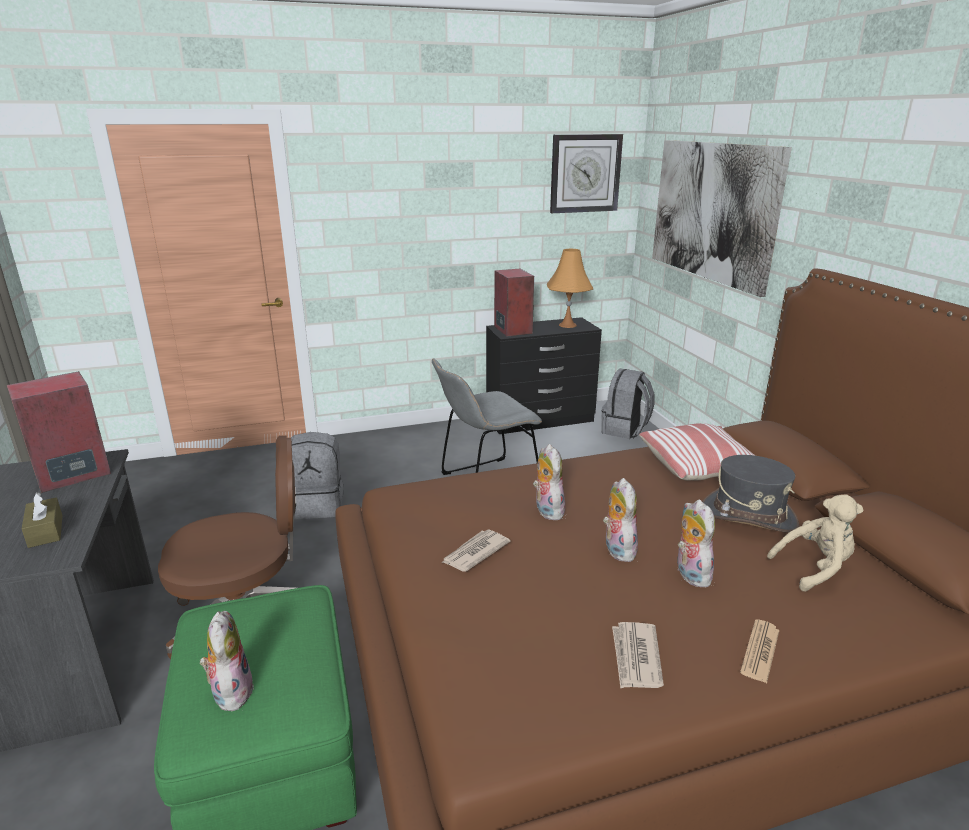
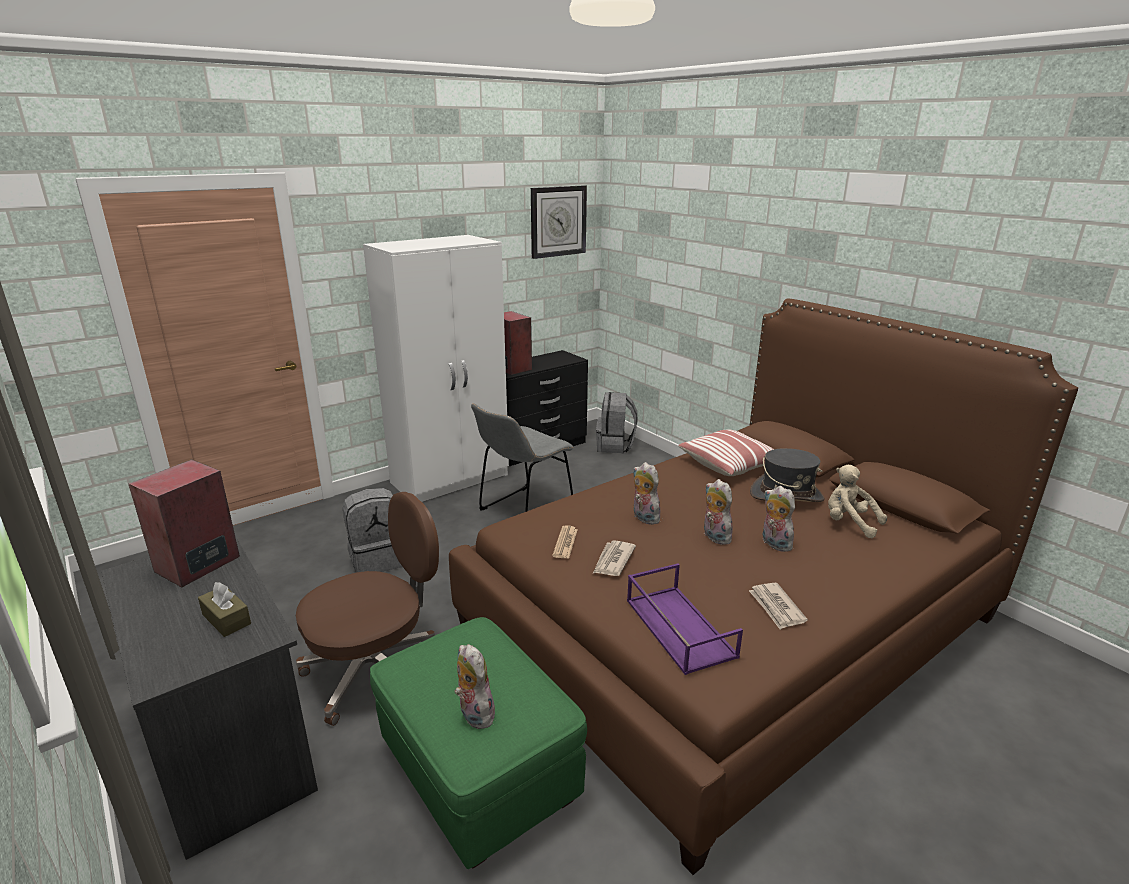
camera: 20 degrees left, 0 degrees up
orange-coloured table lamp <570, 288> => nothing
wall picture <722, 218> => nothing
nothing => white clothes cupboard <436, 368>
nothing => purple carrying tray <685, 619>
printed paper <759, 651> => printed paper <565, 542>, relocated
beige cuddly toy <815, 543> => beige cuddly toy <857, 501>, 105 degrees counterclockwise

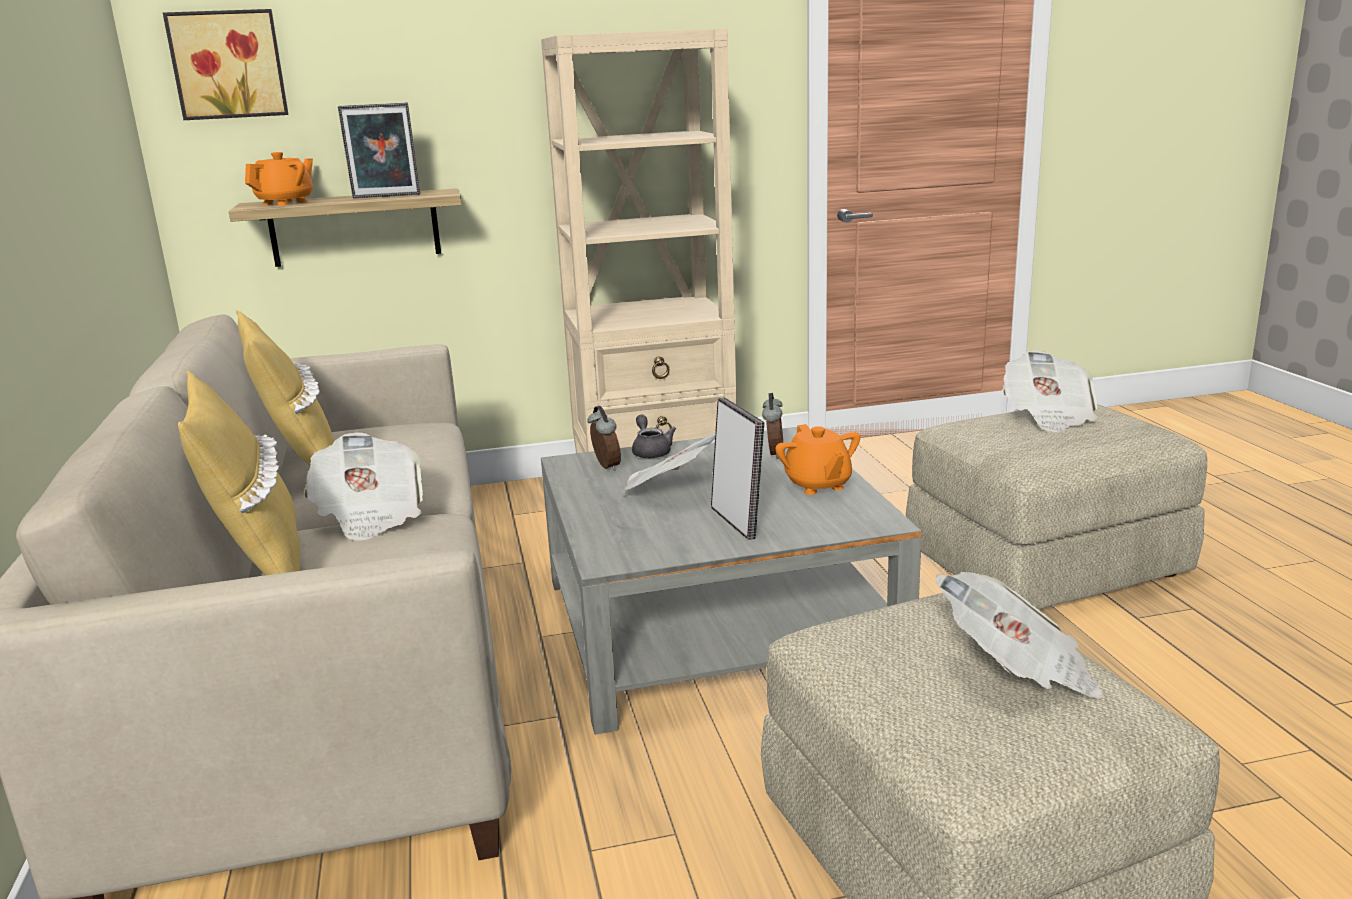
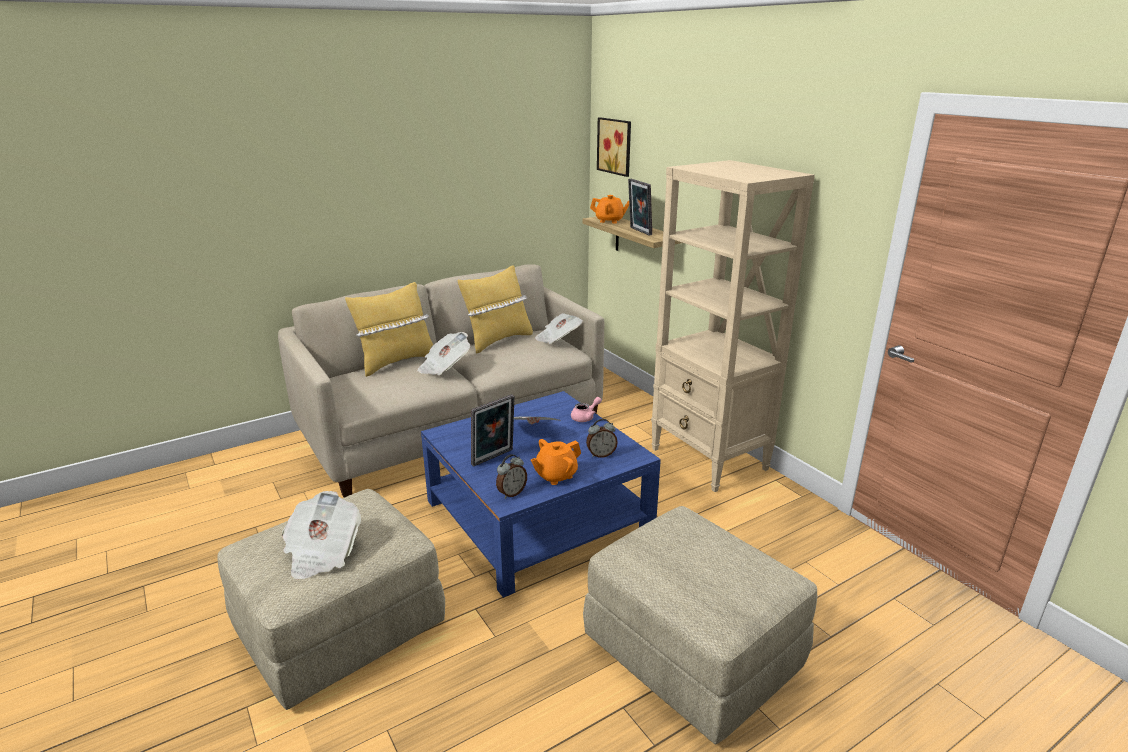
camera: 70 degrees right, 5 degrees up
bedside clock <604, 438> => bedside clock <511, 476>, relocated
printed paper <1049, 391> => printed paper <559, 328>, relocated
grey coffee table <731, 581> => blue-coloured coffee table <541, 494>
grey teapot <654, 436> => pinkish teapot <586, 409>

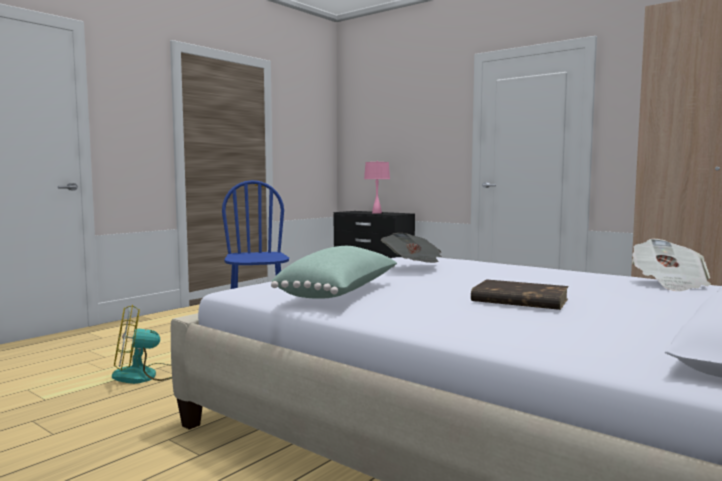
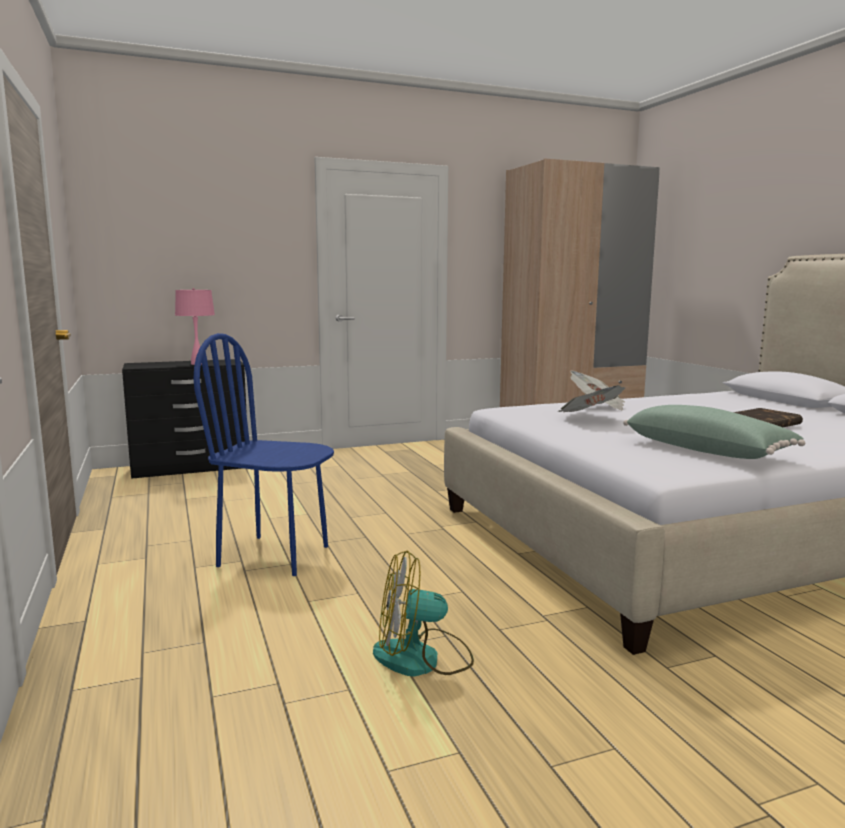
camera: 60 degrees left, 5 degrees up
printed paper <671, 265> => printed paper <597, 390>, relocated
cooling fan <142, 344> => cooling fan <423, 613>, 75 degrees clockwise

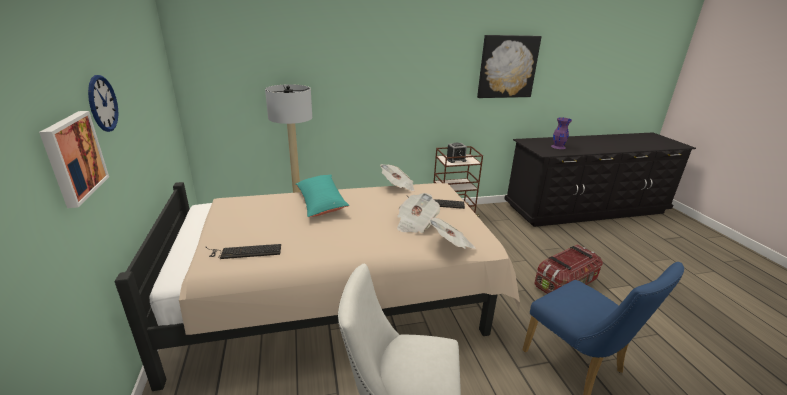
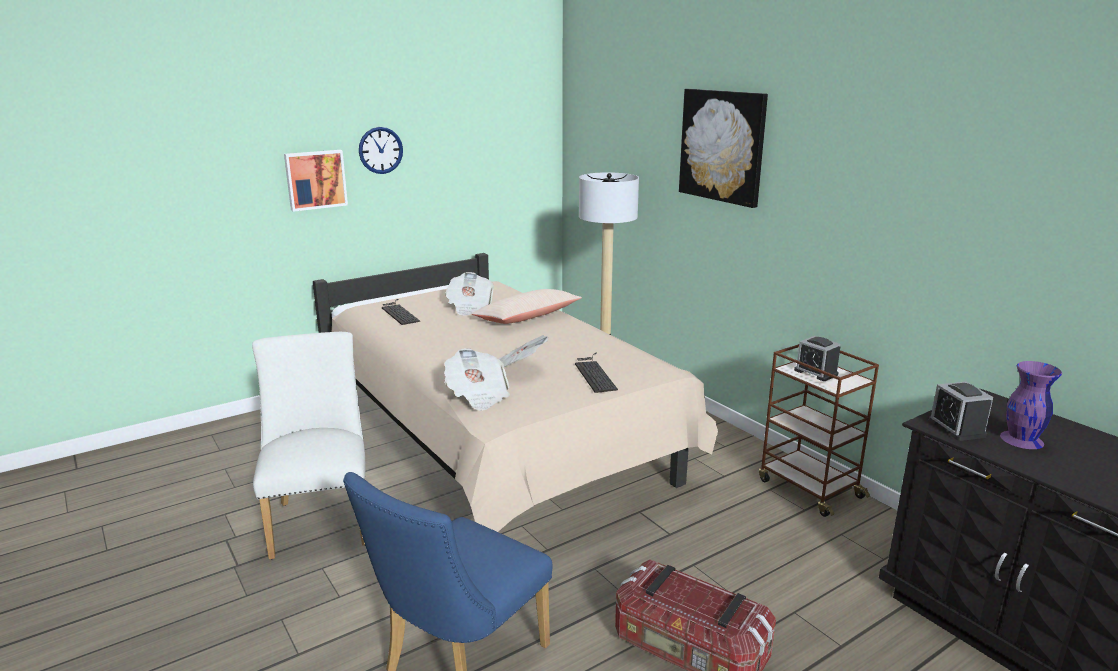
camera: 70 degrees right, 5 degrees down
nothing => bedside clock <961, 411>
printed paper <397, 177> => printed paper <469, 294>, relocated
wall picture <509, 66> => wall picture <723, 148>, relocated
turquoise cushion <322, 196> => beige cushion <527, 306>

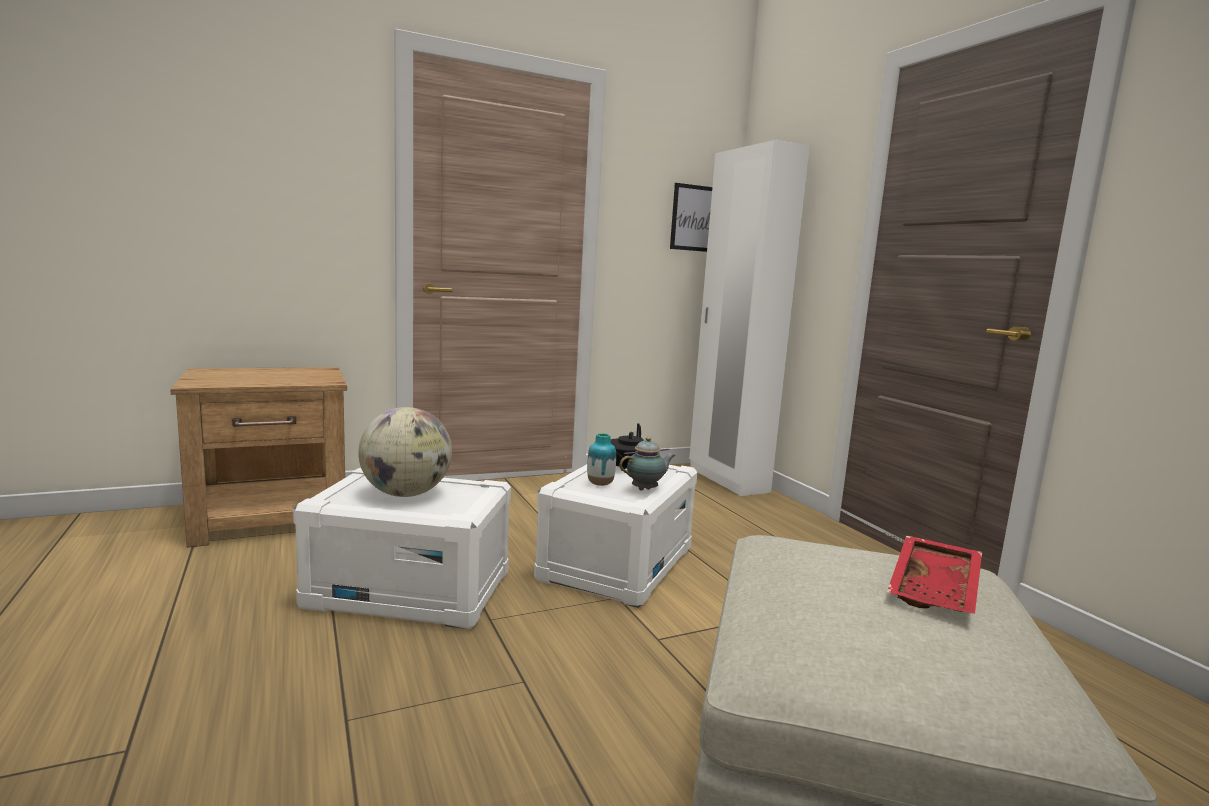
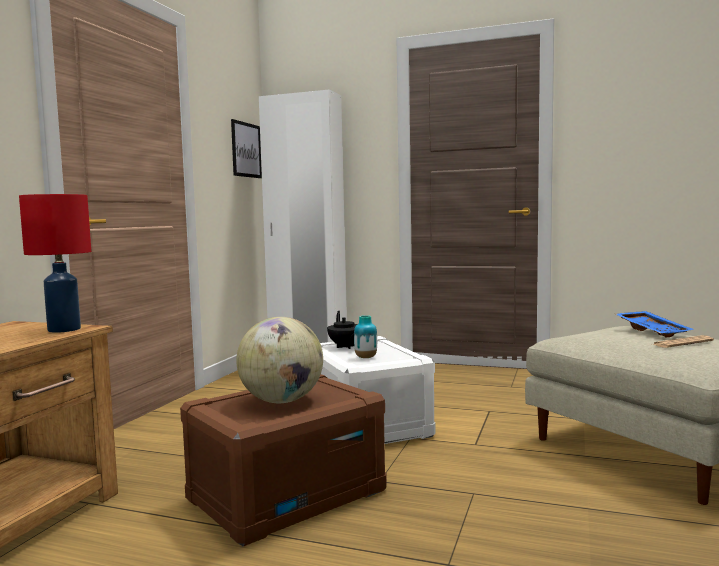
camera: 45 degrees left, 5 degrees down
teapot <647, 464> => nothing
nothing => red-coloured table lamp <55, 263>
nothing => printed paper <682, 341>
white storage bin <402, 548> => brown storage bin <283, 460>
red-coloured carrying tray <934, 575> => blue-coloured carrying tray <654, 324>

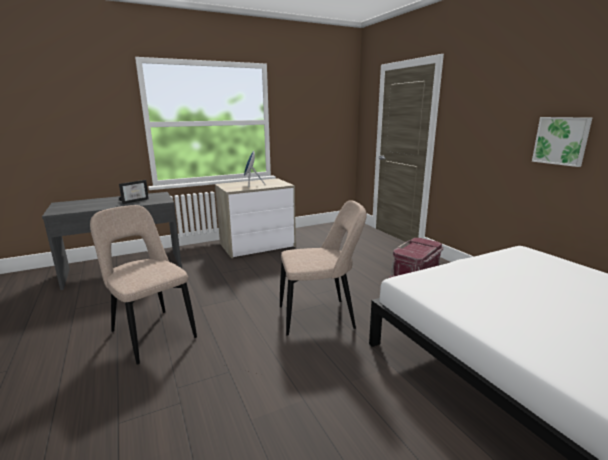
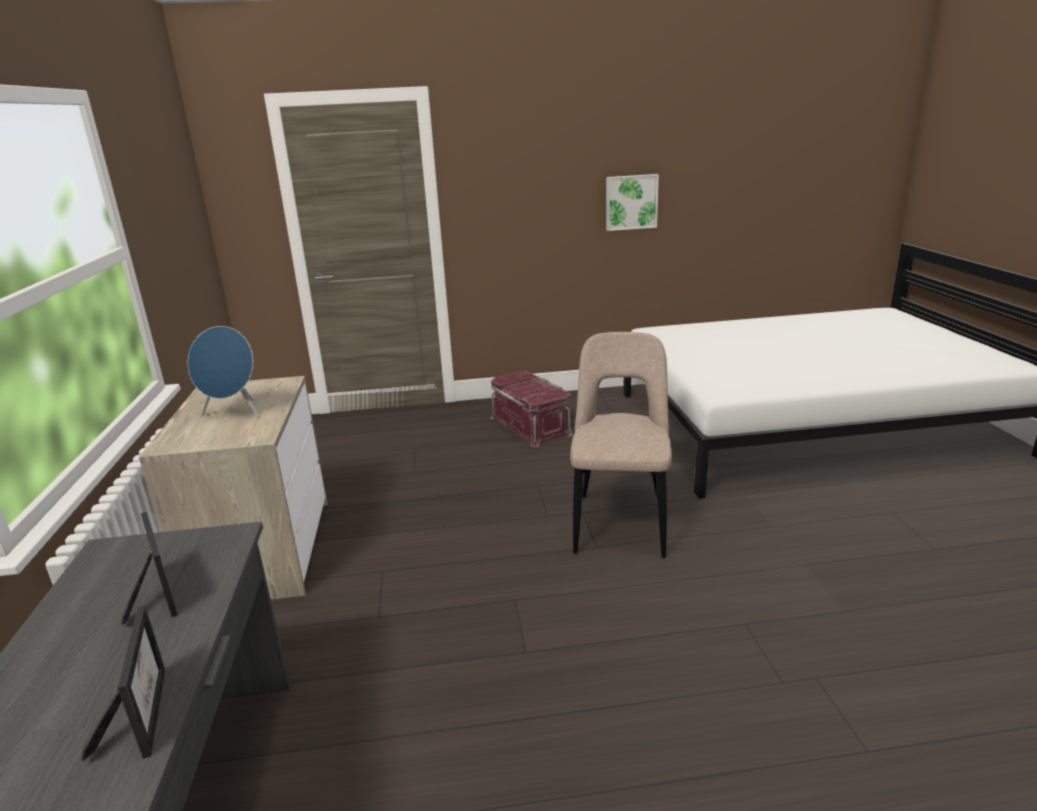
camera: 70 degrees left, 5 degrees up
beige upright chair <143, 285> => nothing
nothing => picture frame <123, 683>

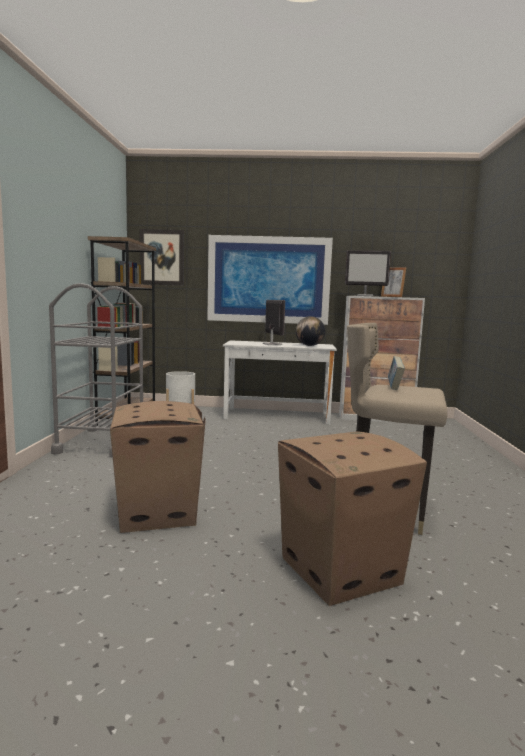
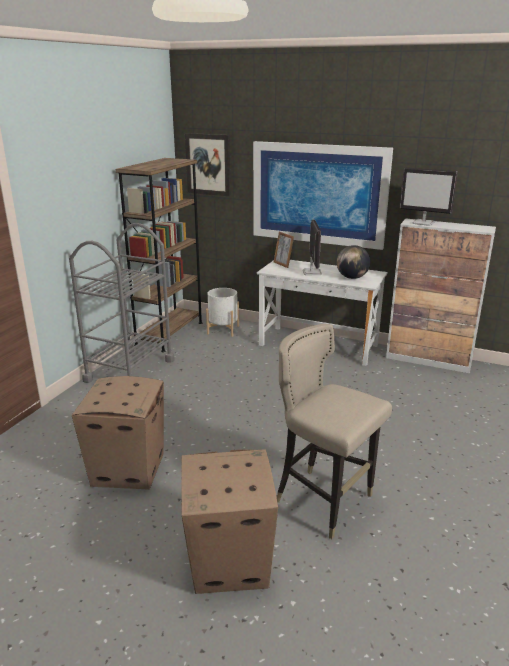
camera: 20 degrees right, 15 degrees up
book <396, 373> => nothing
picture frame <393, 282> => picture frame <284, 250>, relocated

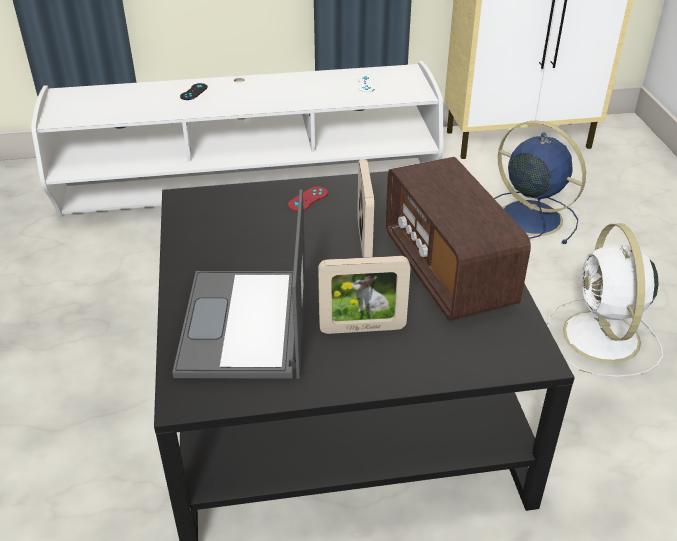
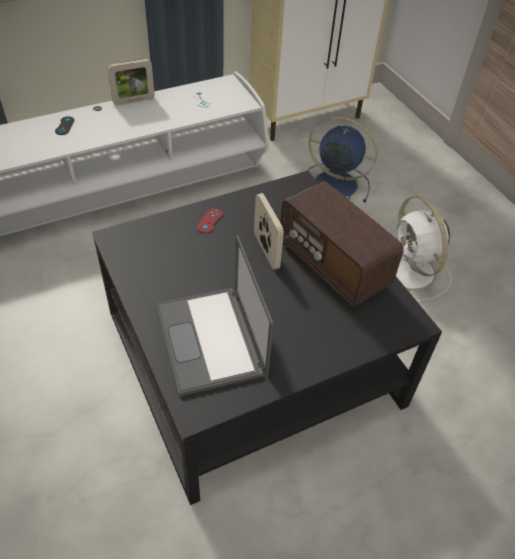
camera: 20 degrees left, 10 degrees up
picture frame <364, 295> => picture frame <131, 82>, relocated

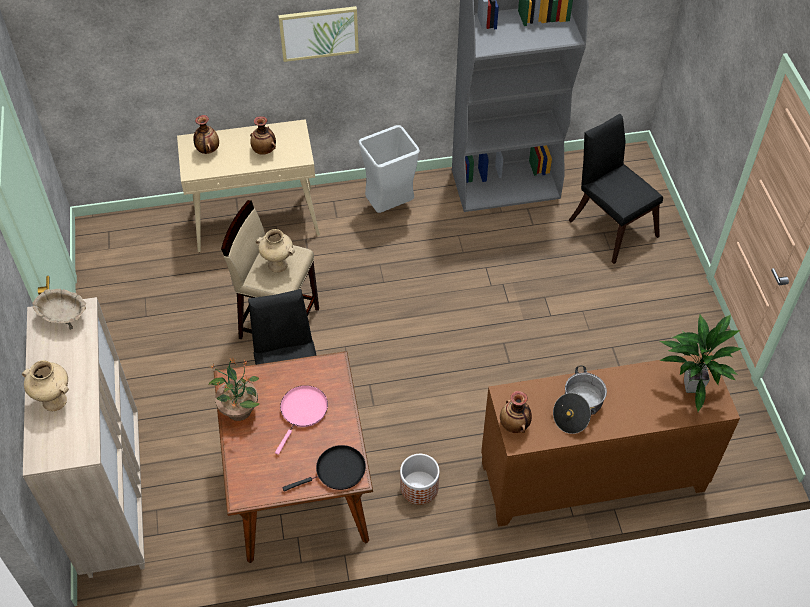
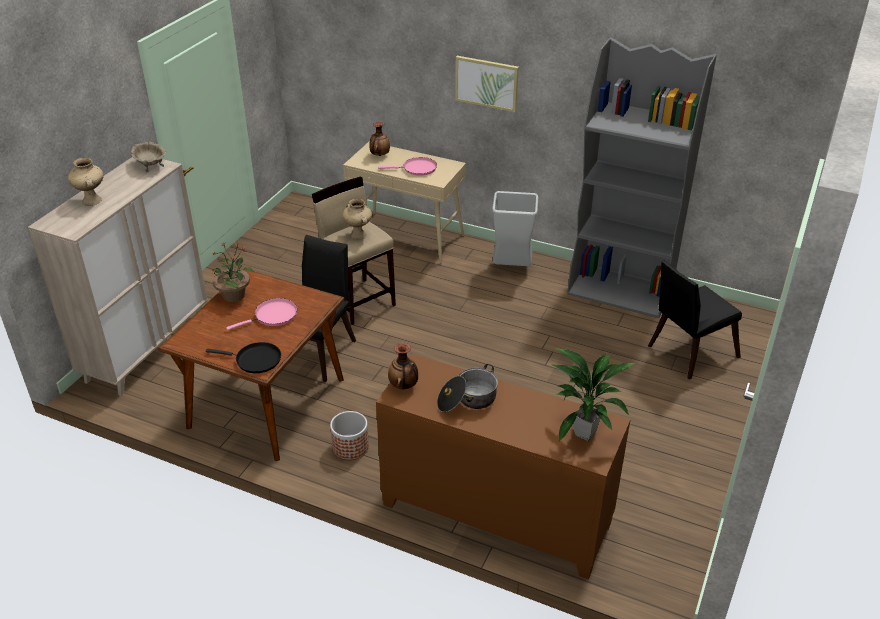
camera: 35 degrees right, 15 degrees down
decorative vase <263, 135> => pinkish pan <407, 166>
black upright chair <615, 189> => black upright chair <695, 320>, 120 degrees counterclockwise

